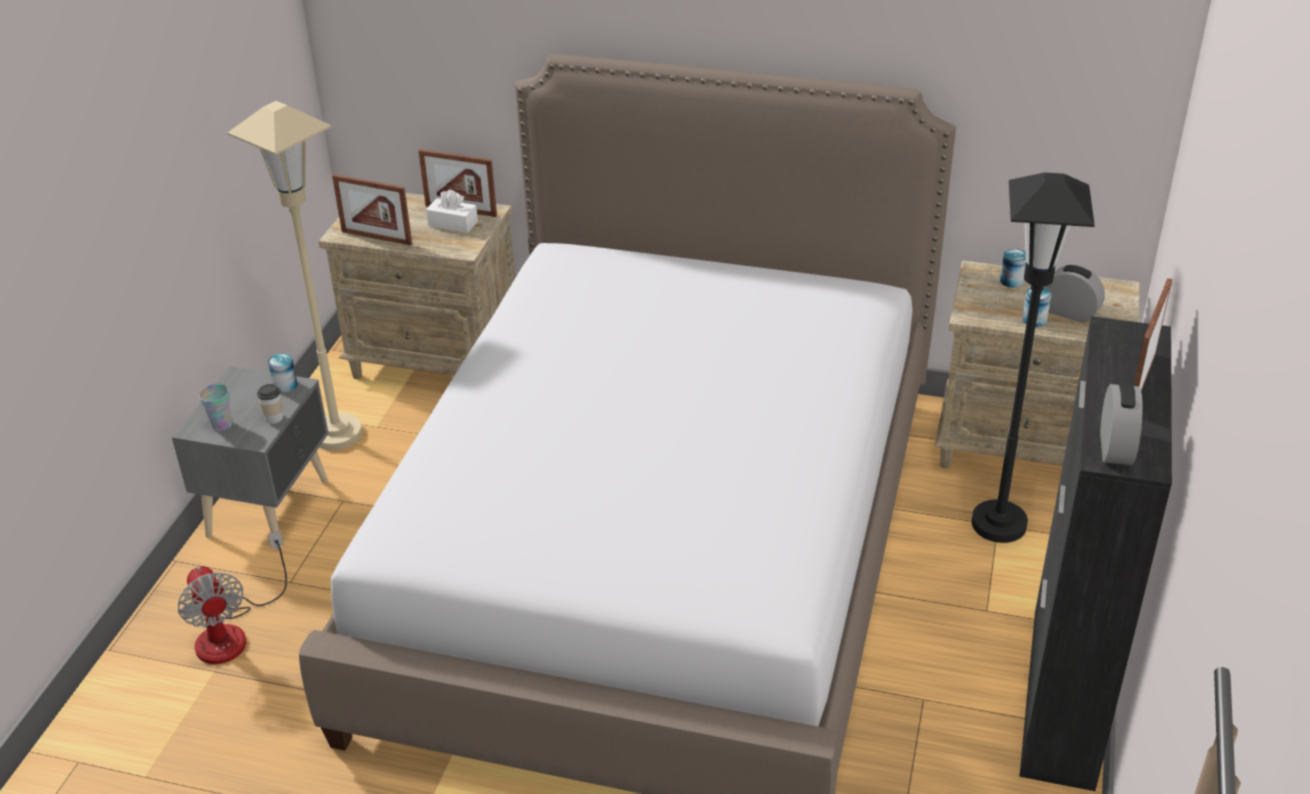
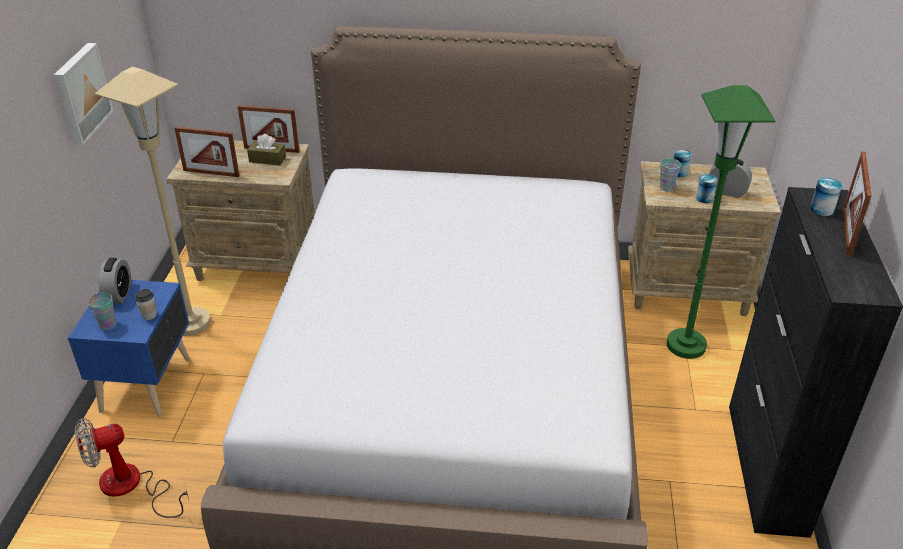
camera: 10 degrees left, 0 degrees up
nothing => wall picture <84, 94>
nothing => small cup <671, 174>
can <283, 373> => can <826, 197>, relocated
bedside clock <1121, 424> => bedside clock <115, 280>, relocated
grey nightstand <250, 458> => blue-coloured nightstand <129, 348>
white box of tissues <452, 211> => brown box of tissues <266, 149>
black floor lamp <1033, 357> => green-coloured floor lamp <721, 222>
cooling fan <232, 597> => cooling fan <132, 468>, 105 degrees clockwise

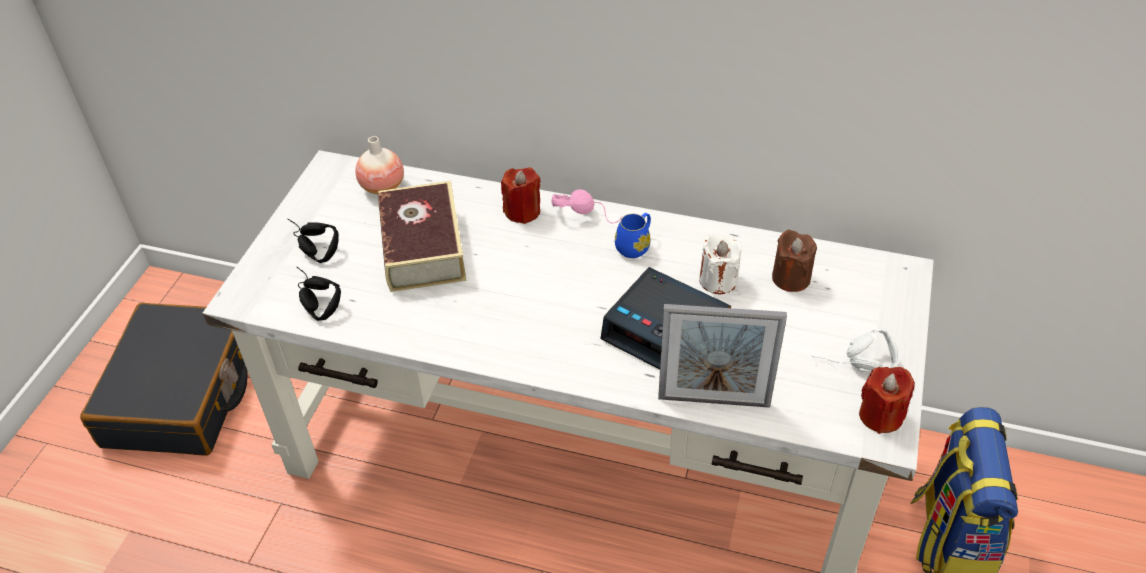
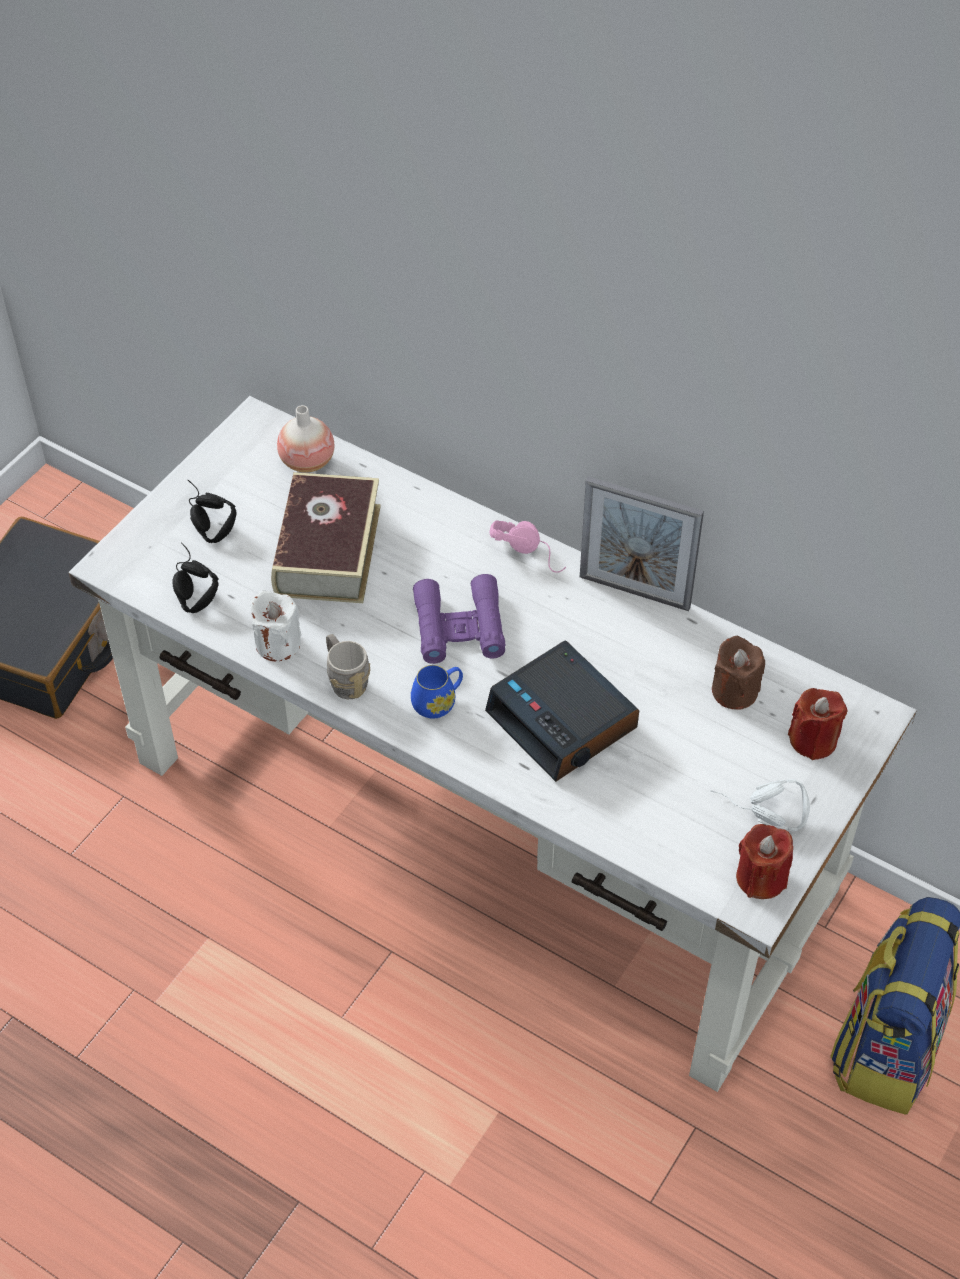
camera: 15 degrees right, 5 degrees up
nothing => grey tea mug <348, 666>
nothing => purple field glasses <459, 619>
red-coloured wax light <521, 196> => red-coloured wax light <817, 724>, relocated
blue-coloured tea mug <633, 235> => blue-coloured tea mug <437, 692>, relocated
picture frame <722, 356> => picture frame <642, 543>, relocated
white wax light <720, 264> => white wax light <275, 626>, relocated

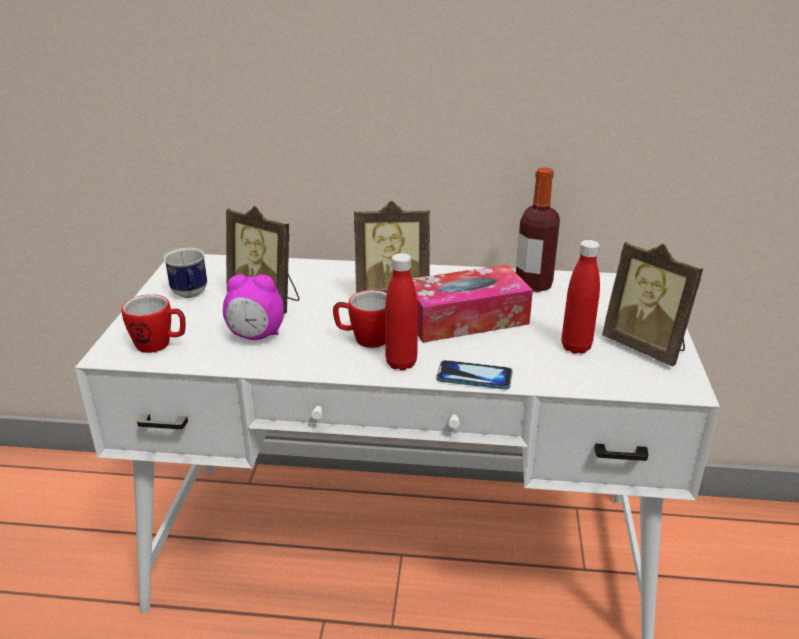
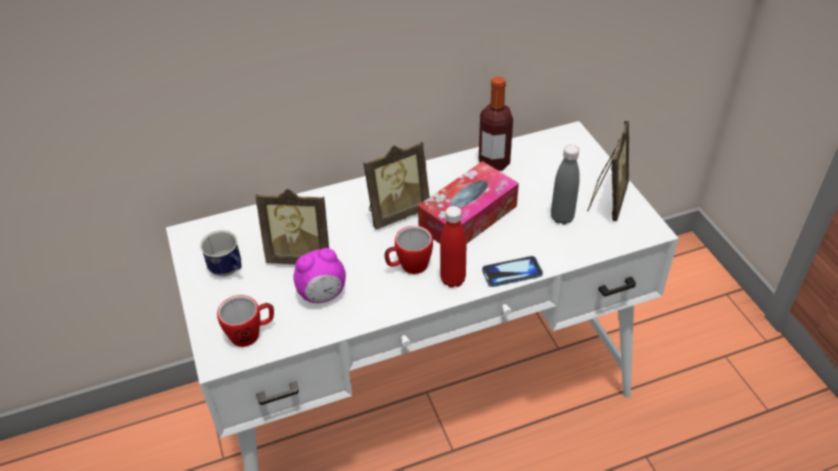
camera: 25 degrees left, 15 degrees up
red-coloured beverage bottle <581, 297> => grey beverage bottle <565, 185>
picture frame <652, 304> => picture frame <608, 171>, 90 degrees counterclockwise

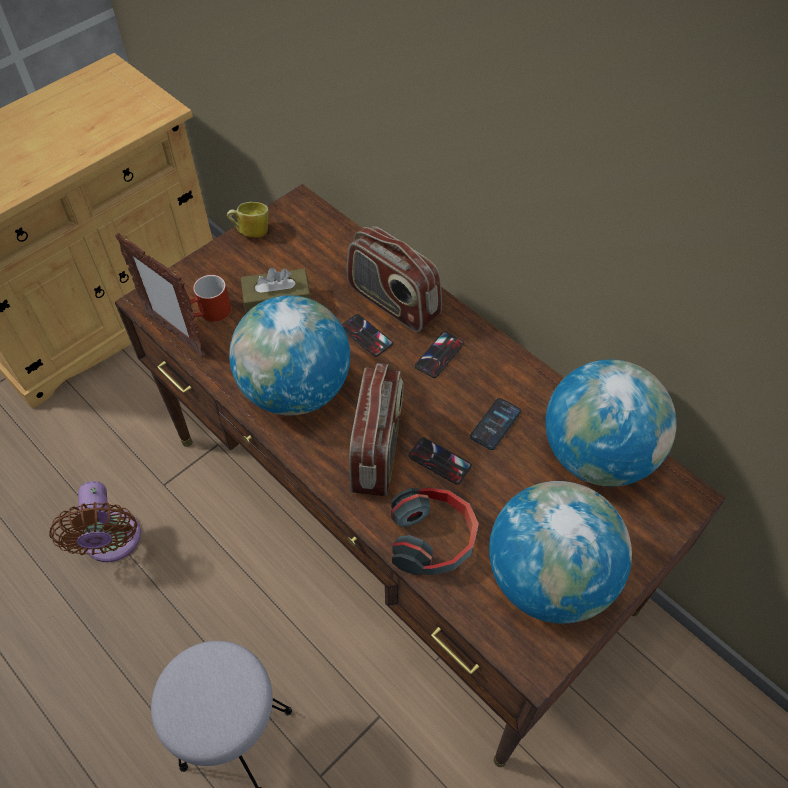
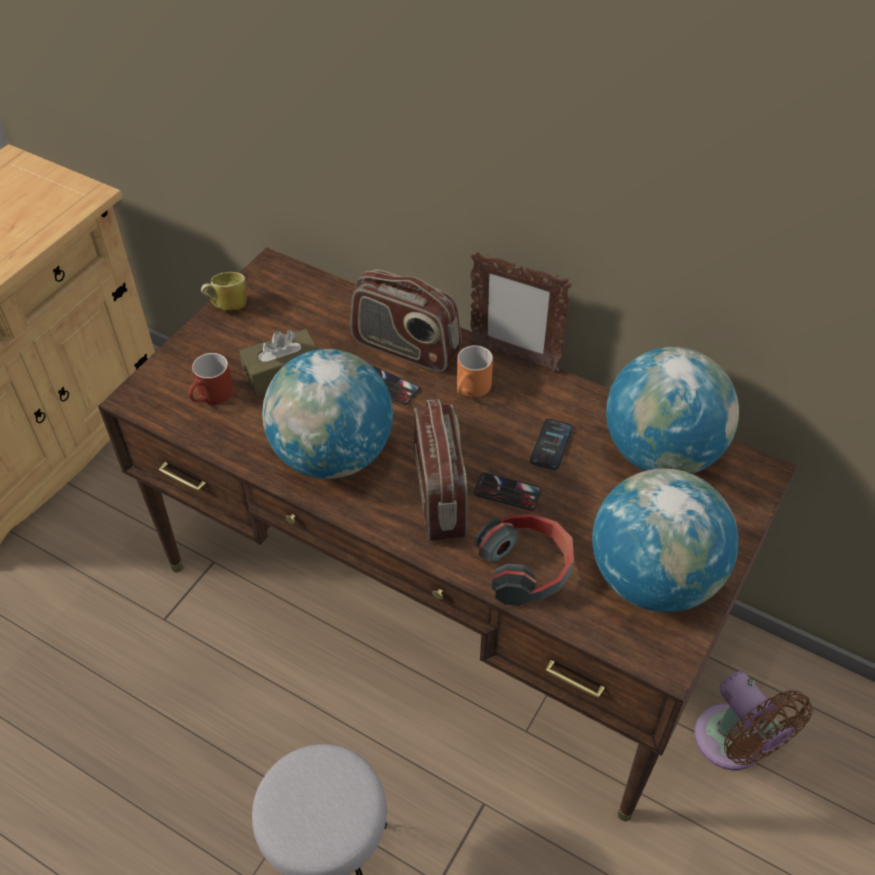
camera: 15 degrees left, 5 degrees down
brown cooling fan <95, 521> => brown cooling fan <753, 720>, relocated
picture frame <160, 295> => picture frame <521, 312>, relocated
phone <439, 355> => orange-coloured tea mug <475, 371>

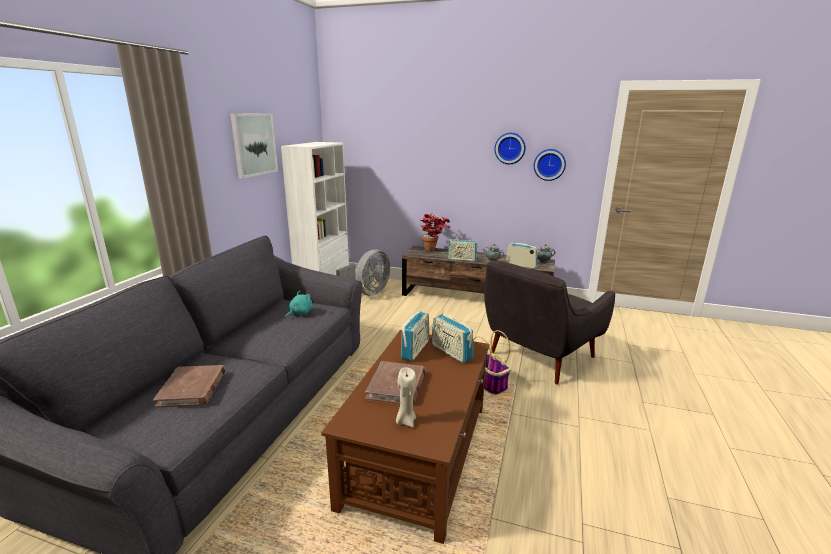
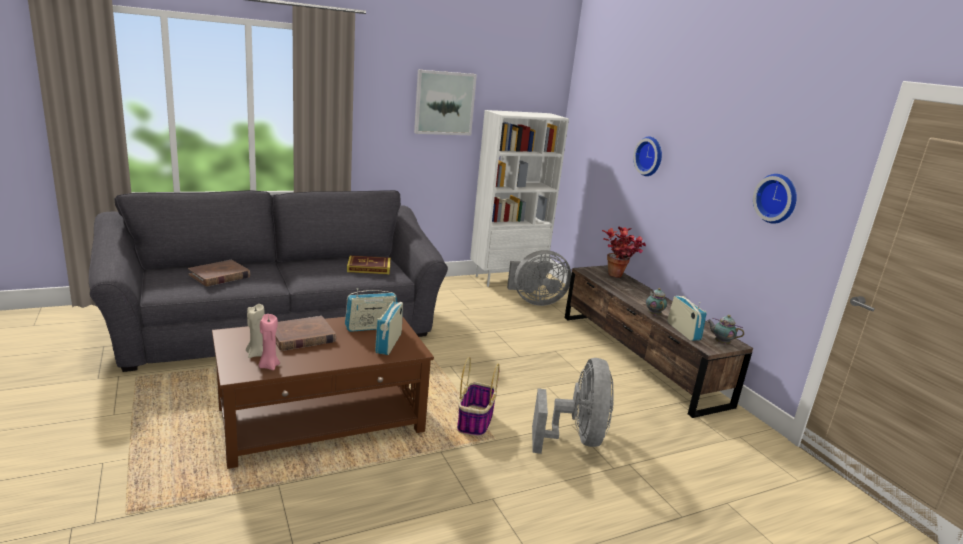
camera: 45 degrees right, 0 degrees up
radio <462, 248> => nothing
nothing => pinkish wax light <269, 342>
clock on the wall <510, 148> => clock on the wall <647, 156>, relocated
turquoise cuddly toy <299, 304> => book <369, 264>
grey armchair <549, 322> => grey cooling fan <573, 406>

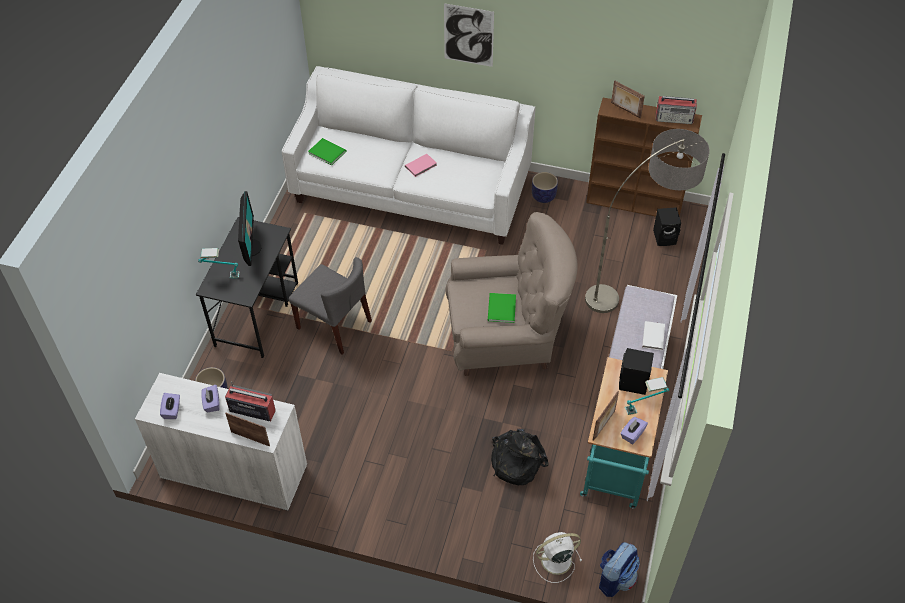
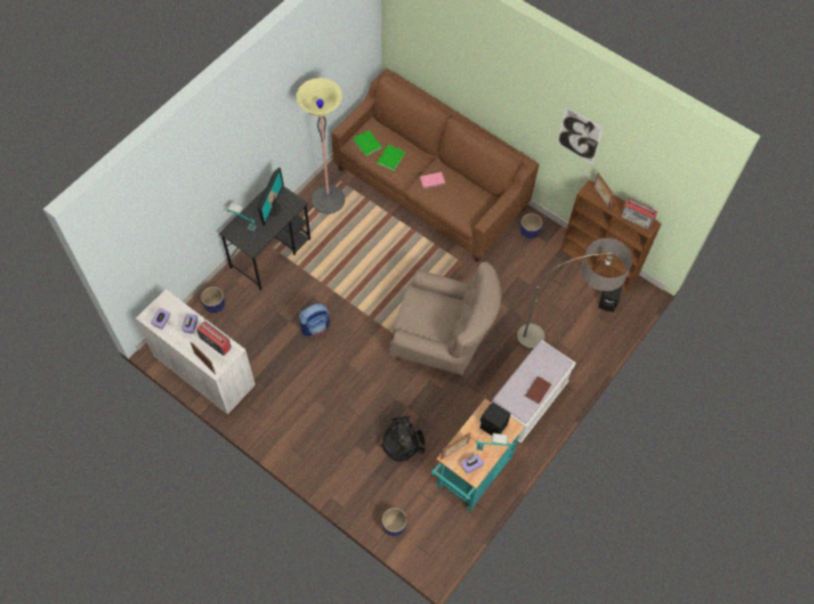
camera: 20 degrees right, 10 degrees up
grey upright chair <330, 306> => nothing
nothing => floor lamp <320, 146>
wall picture <469, 35> => wall picture <580, 135>, relocated
green-coloured book <502, 308> => green-coloured book <391, 158>, relocated
knapsack <619, 569> => knapsack <314, 319>, relocated
white cooling fan <557, 557> => planter <394, 522>
white settee <409, 155> => brown settee <435, 165>
white book <653, 336> => brown book <538, 390>

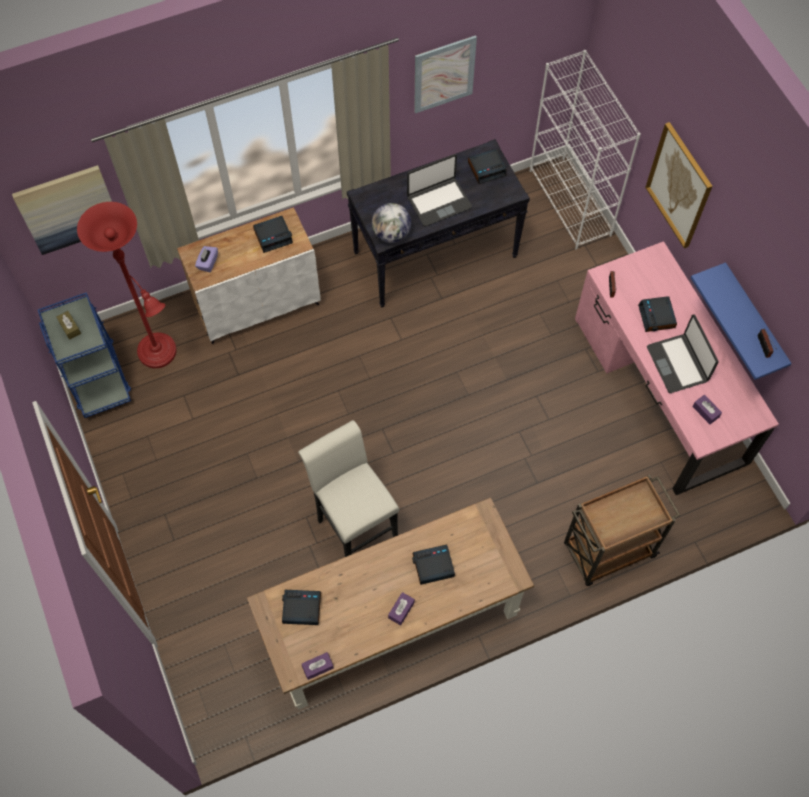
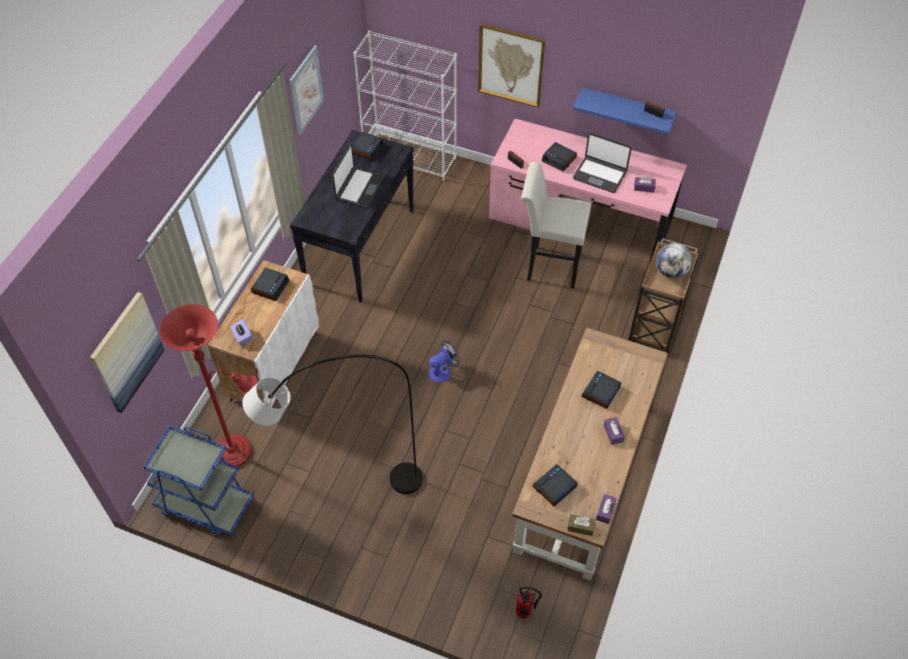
camera: 45 degrees left, 10 degrees down
nothing => grey floor lamp <332, 424>
nothing => cooling fan <444, 361>
nothing => fire-fighting cylinder <529, 602>
brown box of tissues <69, 325> => brown box of tissues <581, 525>, relocated
white stool <348, 488> => white stool <556, 225>, relocated
desk globe <391, 223> => desk globe <674, 261>, relocated

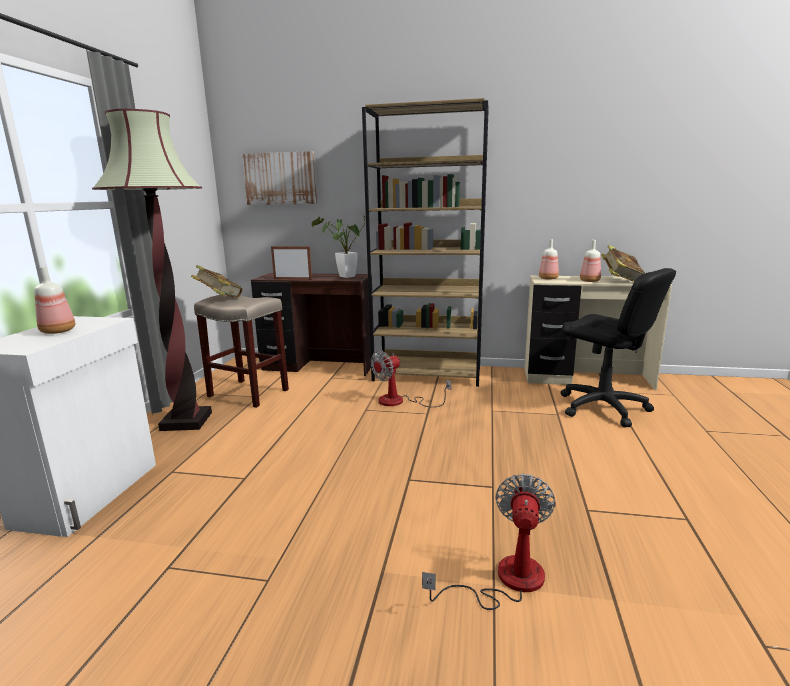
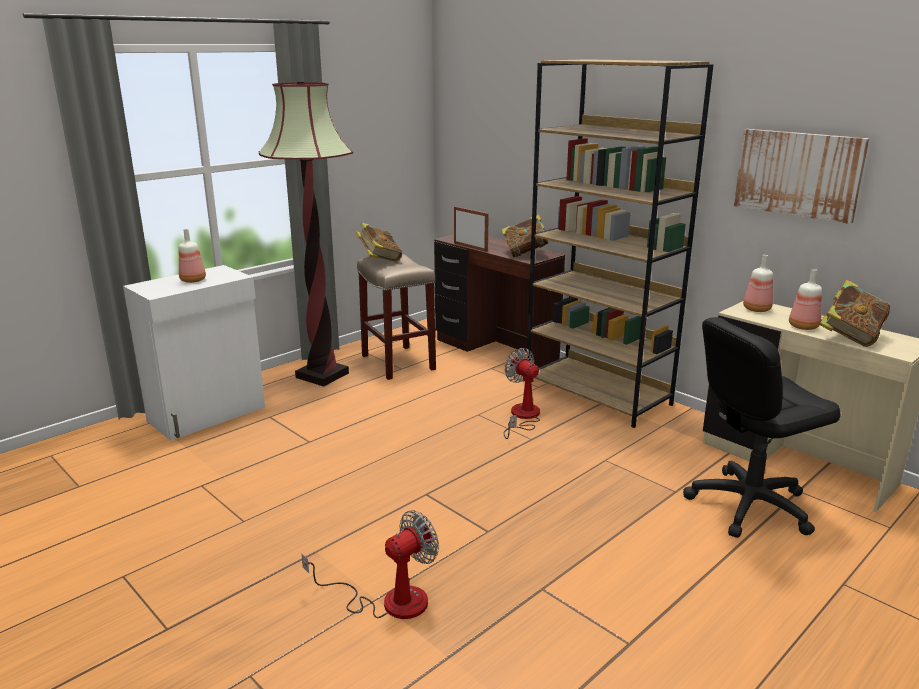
camera: 35 degrees right, 5 degrees up
wall picture <279, 178> => wall picture <802, 176>, relocated
houseplant <341, 246> => book <524, 236>
cooling fan <411, 378> => cooling fan <522, 393>, 60 degrees clockwise
black desk chair <618, 347> => black desk chair <761, 427>, 75 degrees clockwise

